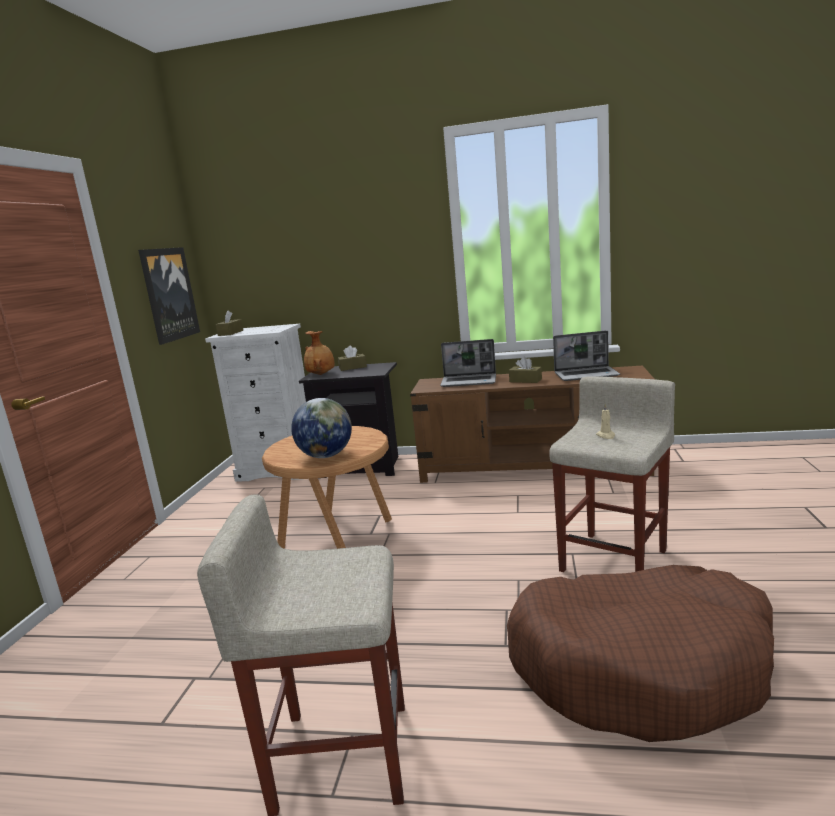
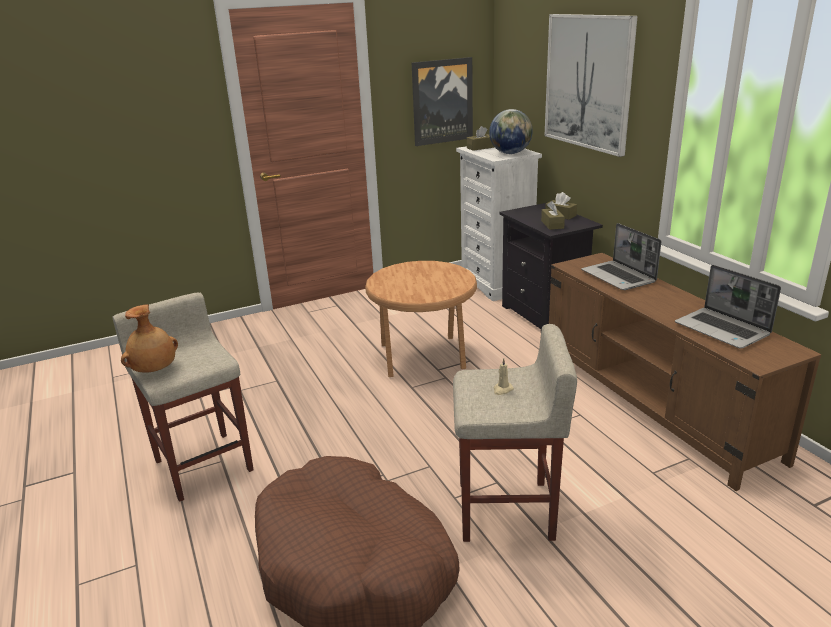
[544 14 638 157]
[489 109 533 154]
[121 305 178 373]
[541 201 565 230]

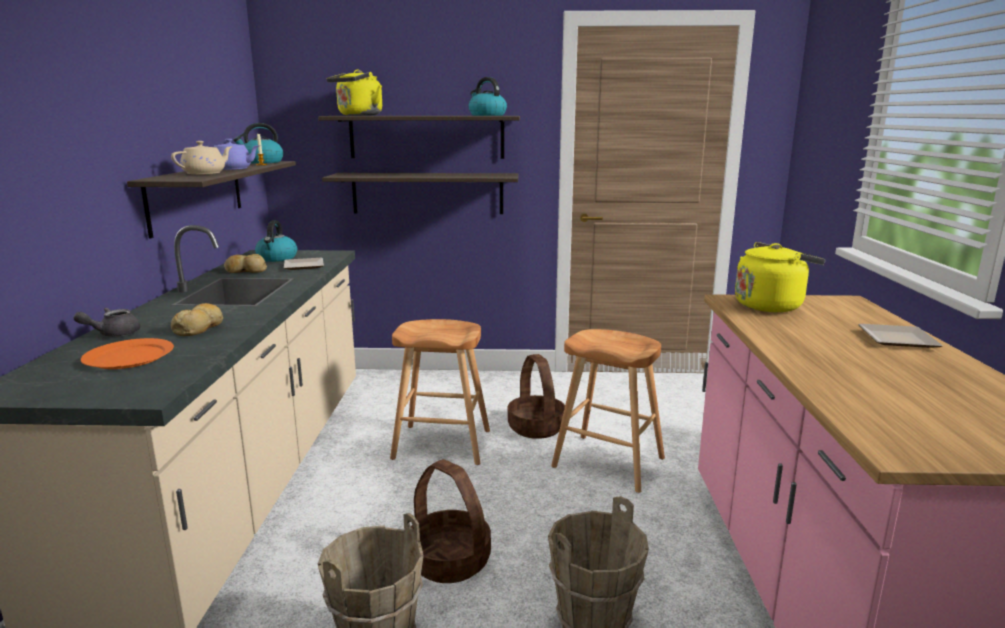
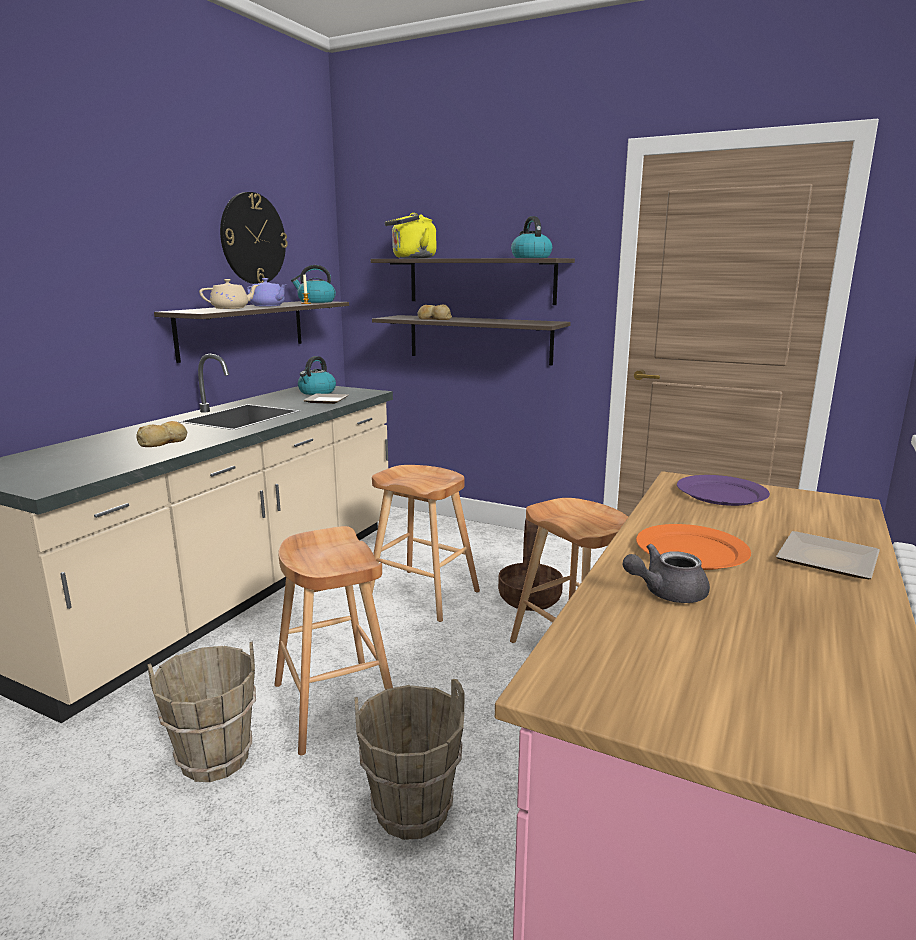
[220 192 288 284]
[622 544 710 603]
[636 524 751 570]
[418 305 452 320]
[274 526 393 755]
[677 475 770 506]

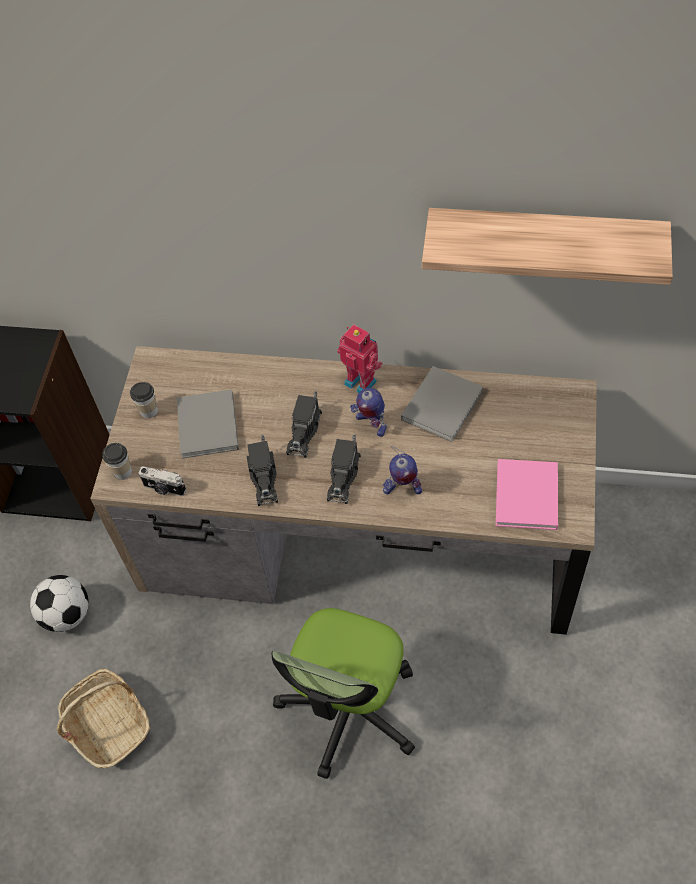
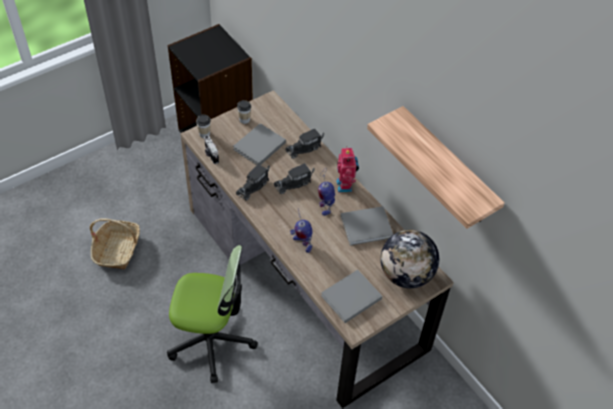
[30 575 89 632] (first image)
[381 230 439 288]
[285 129 324 159]
[321 270 382 323]
[167 245 258 383]

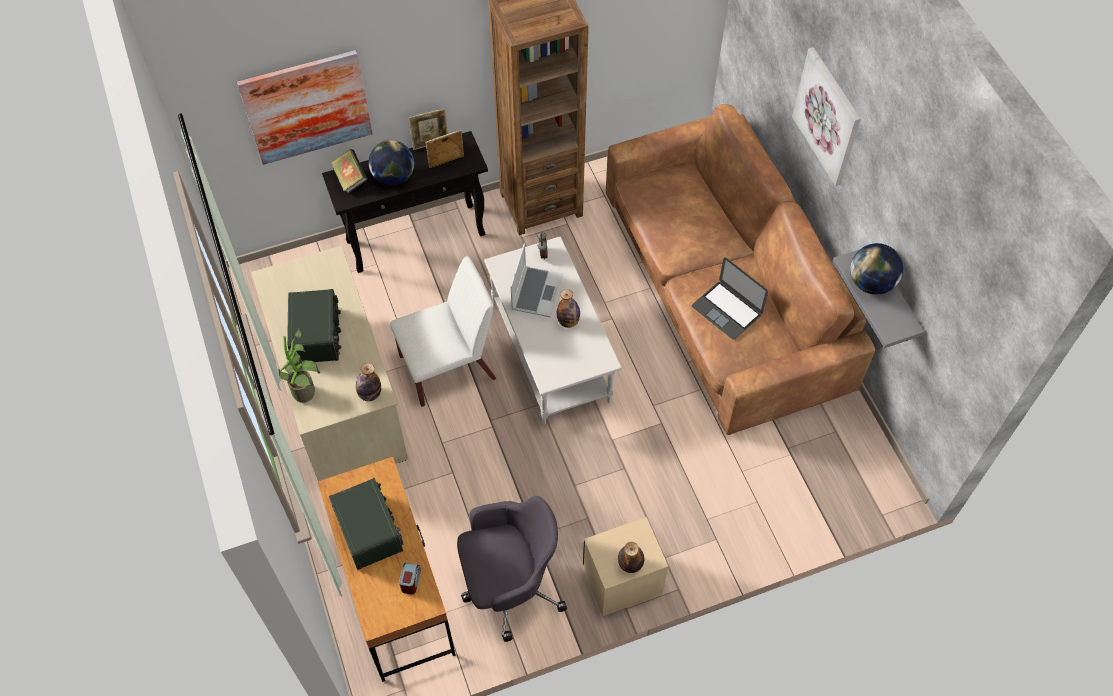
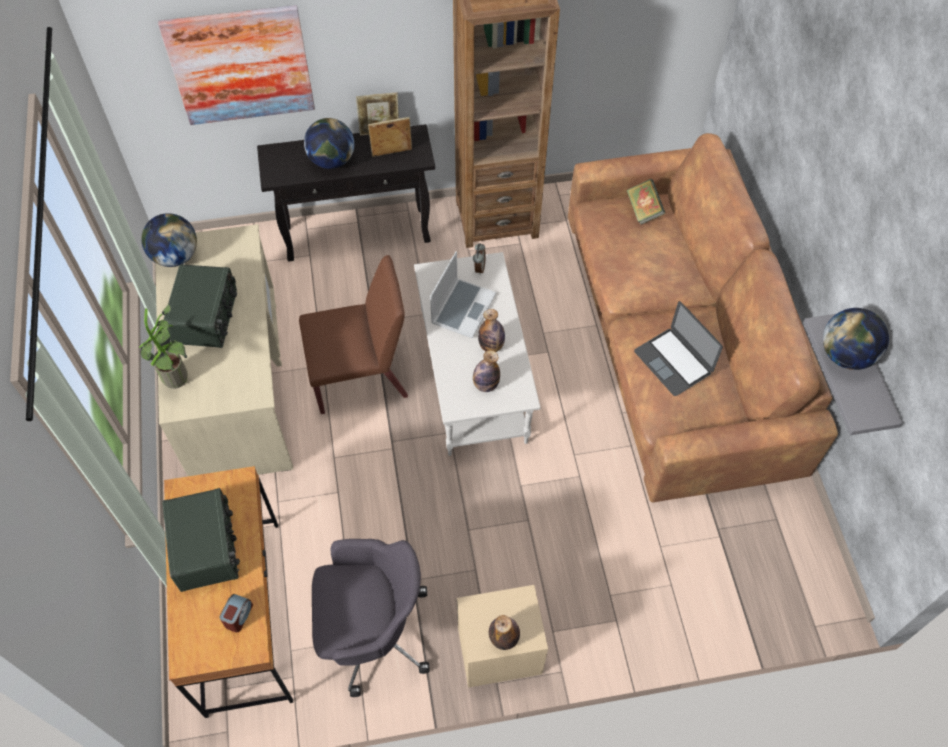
[792 47 861 186] (first image)
[141 213 197 267]
[626 179 665 225]
[473 350 500 392]
[299 255 408 414]

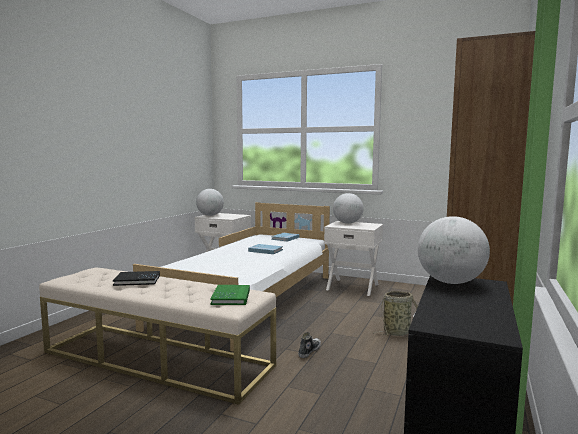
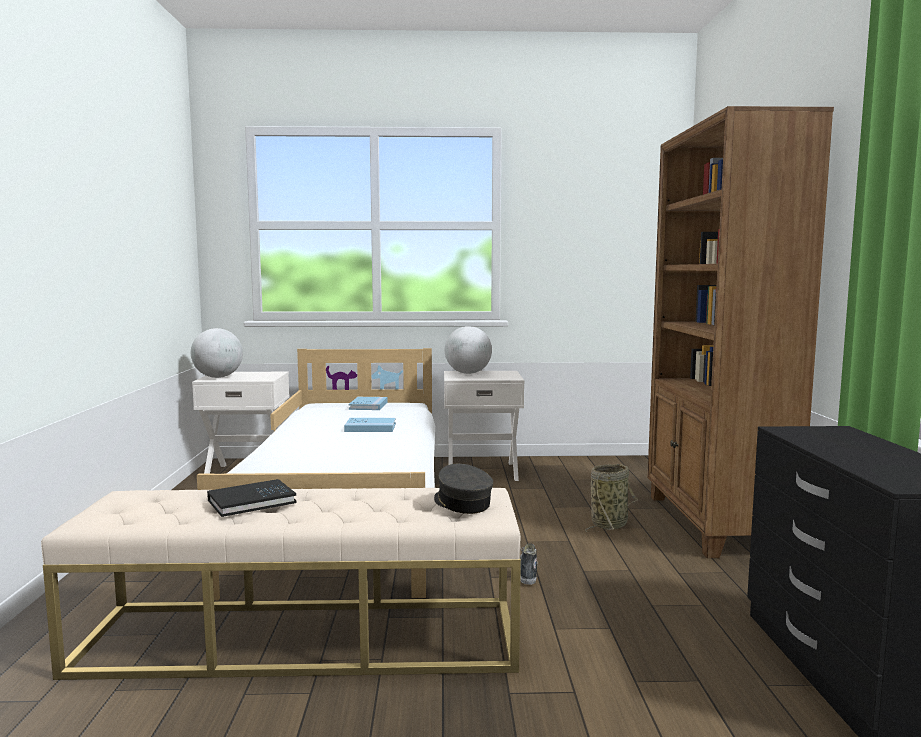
[418 216 490 284] (first image)
[434 464 493 514]

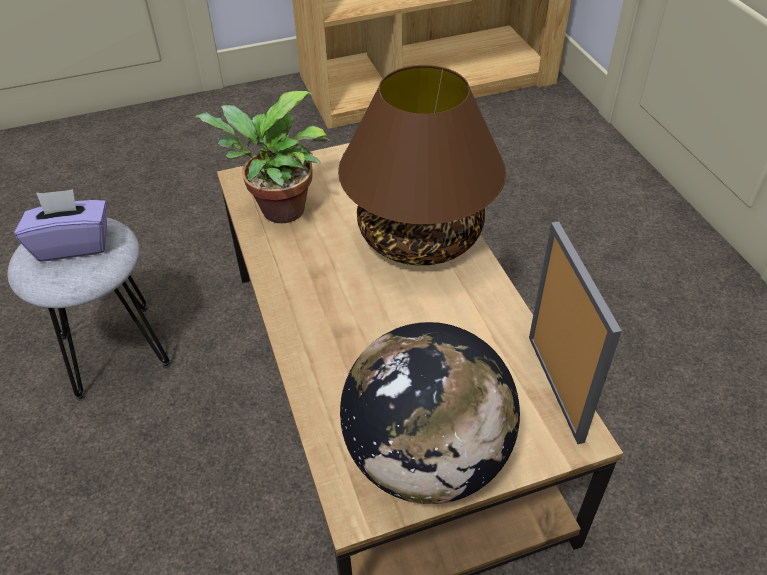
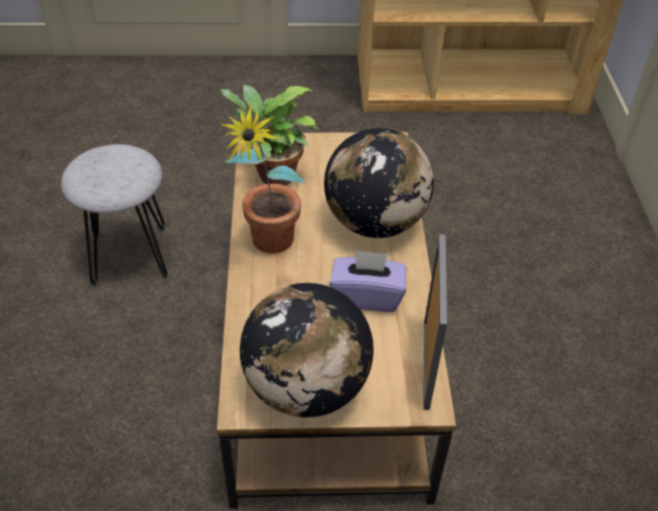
[221 103 305 253]
[330 250 406 312]
[324 128 434 238]

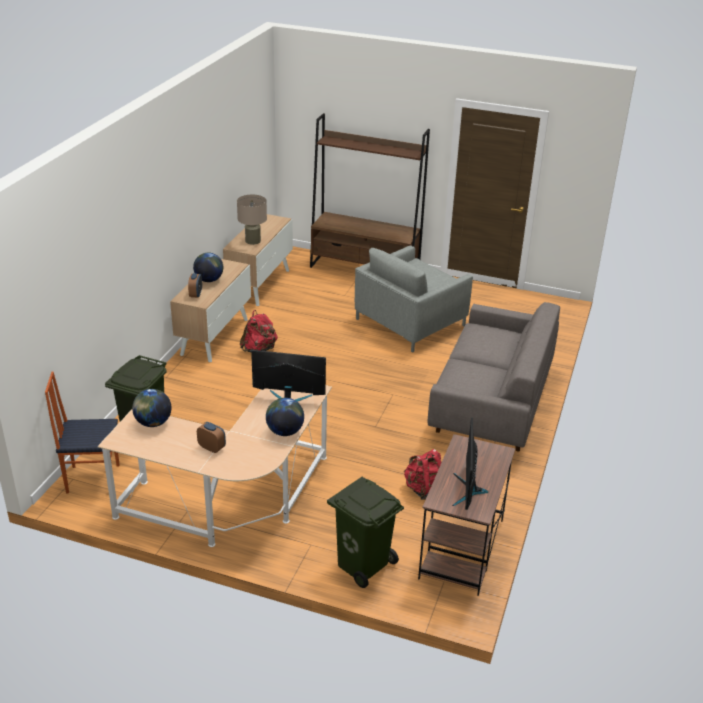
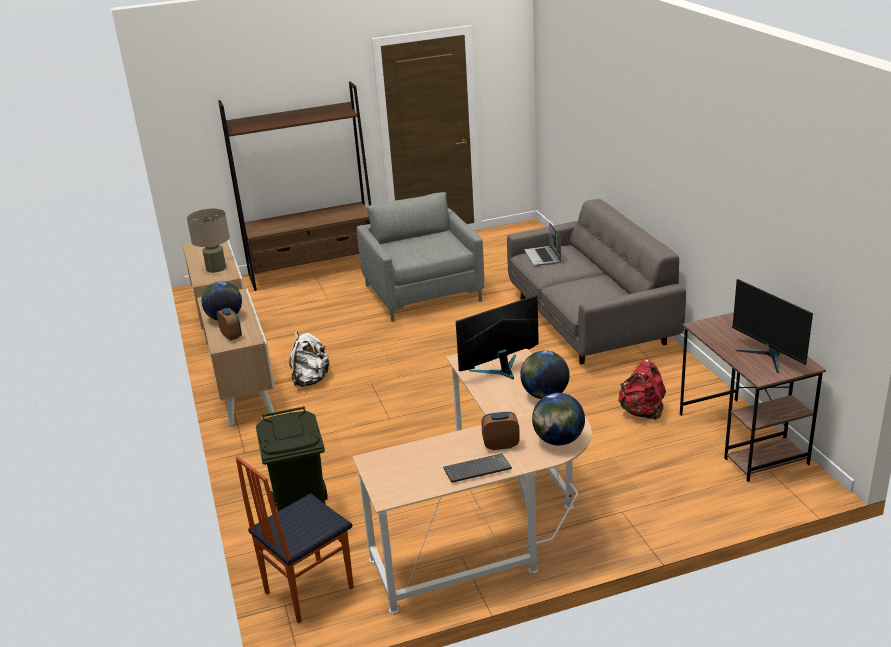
[327 477 404 588] (first image)
[443 453 512 483]
[524 223 561 266]
[532 393 585 445]
[289 331 331 387]
[357 192 484 322]

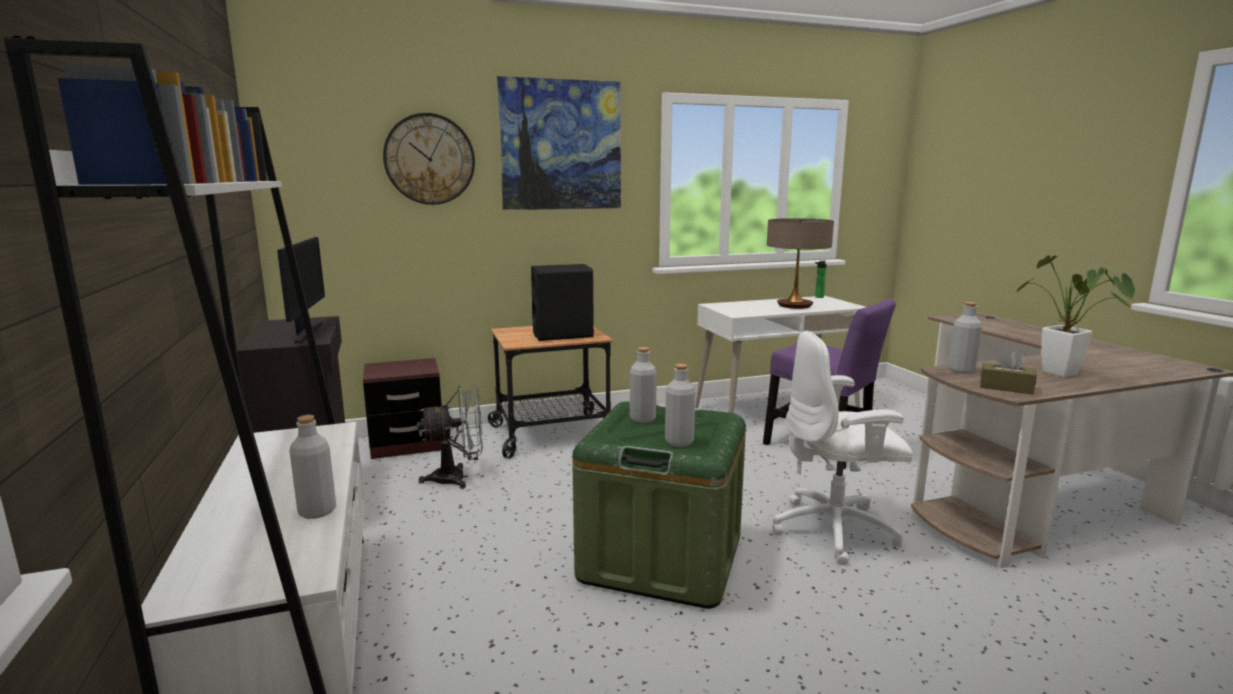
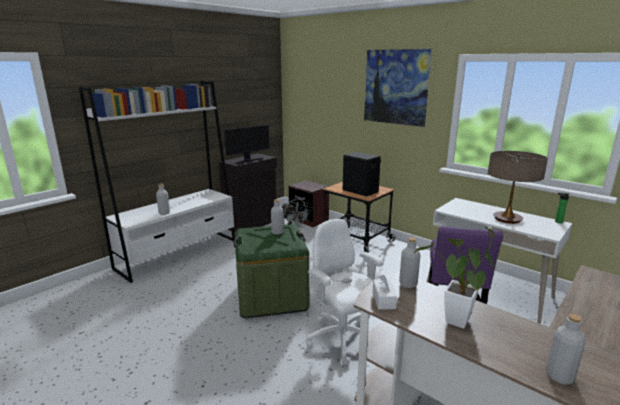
[383 113 475 205] (first image)
[546 314 586 385]
[373 275 397 310]

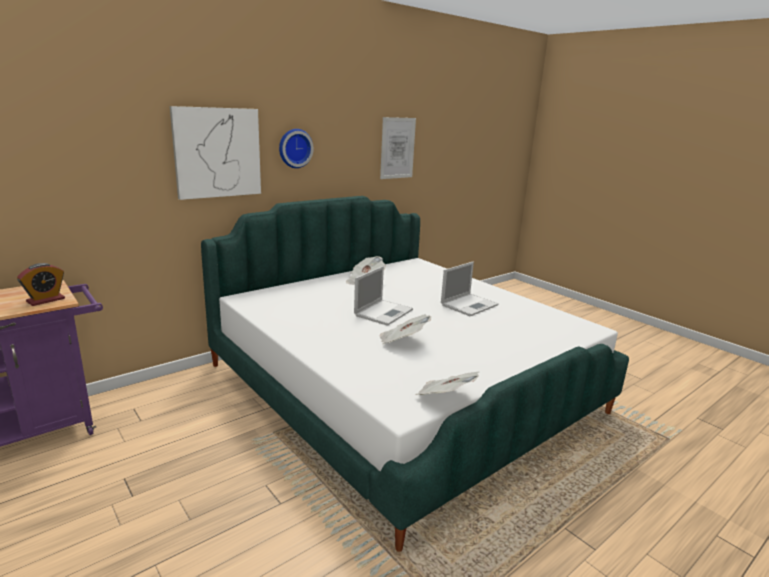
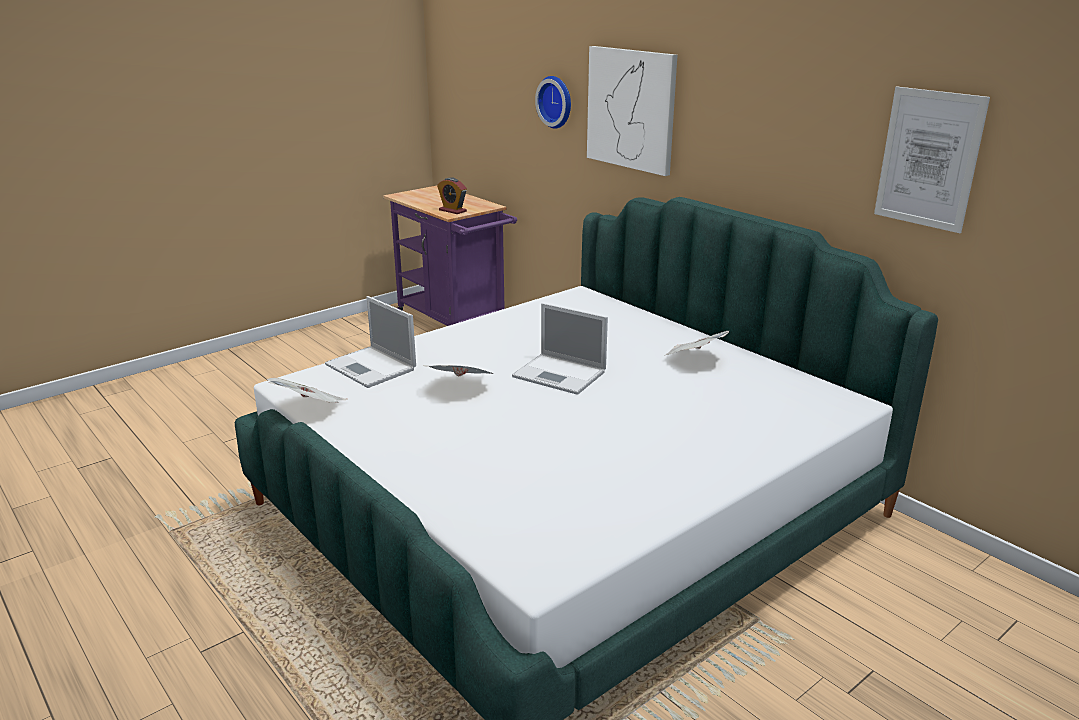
[535 76 571 129]
[325 296 416 388]

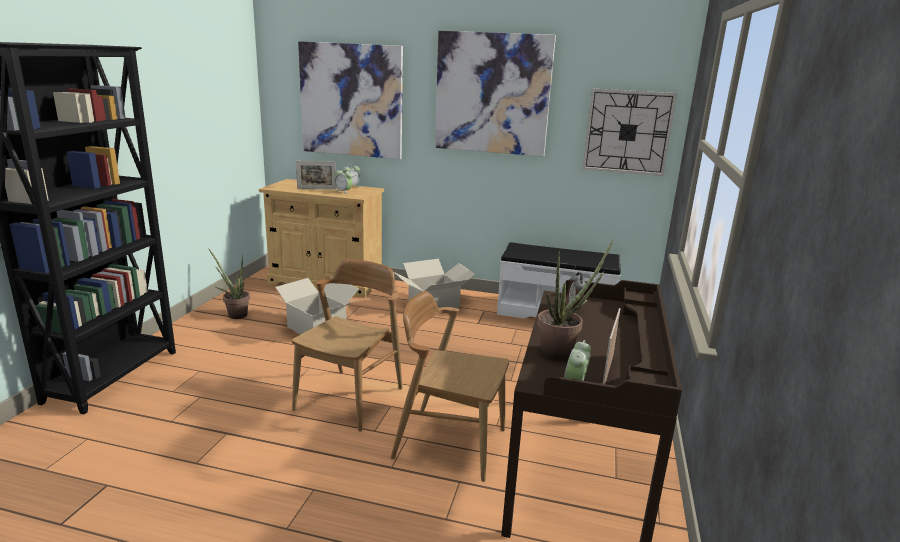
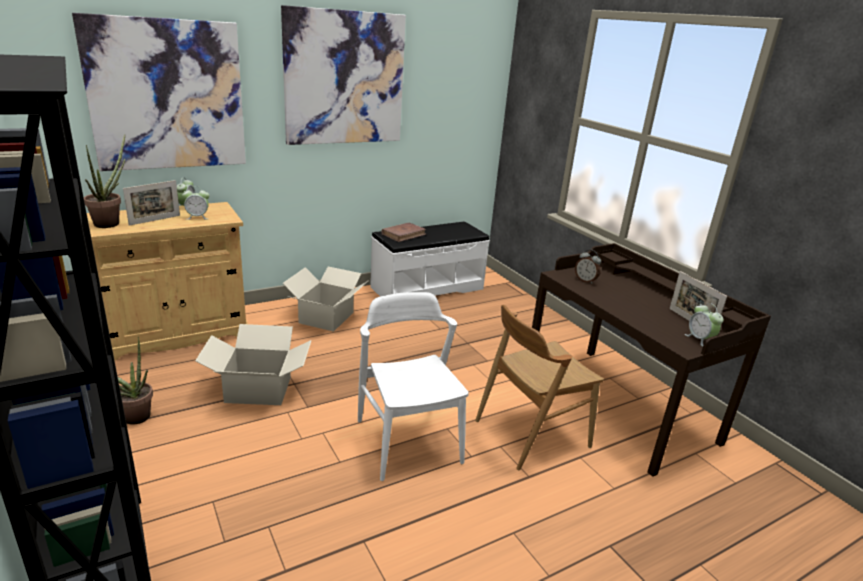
[582 88 677 176] (first image)
[381 222 427 242]
[84 134 125 228]
[358 292 469 481]

